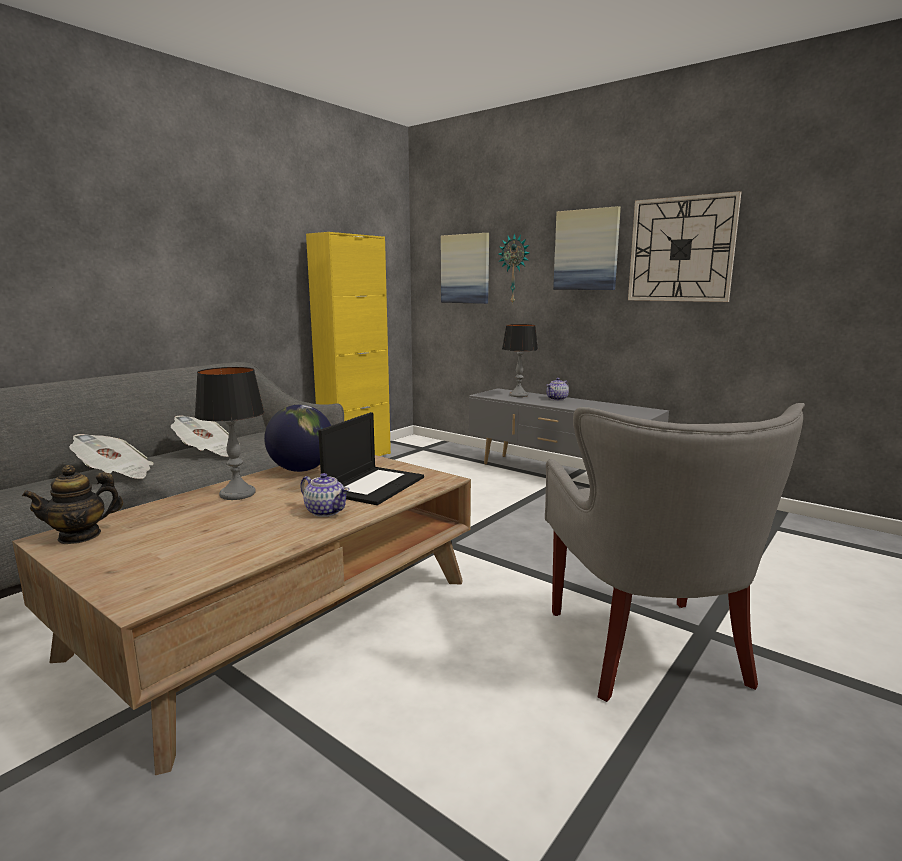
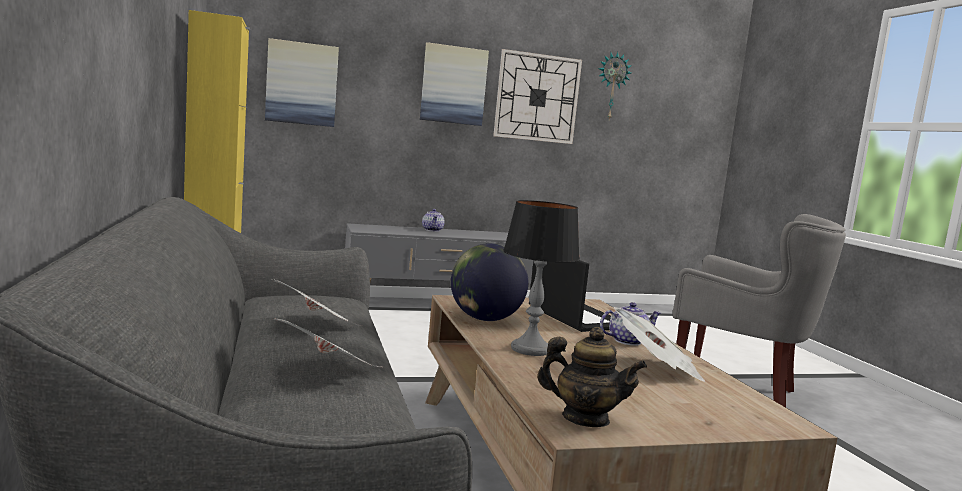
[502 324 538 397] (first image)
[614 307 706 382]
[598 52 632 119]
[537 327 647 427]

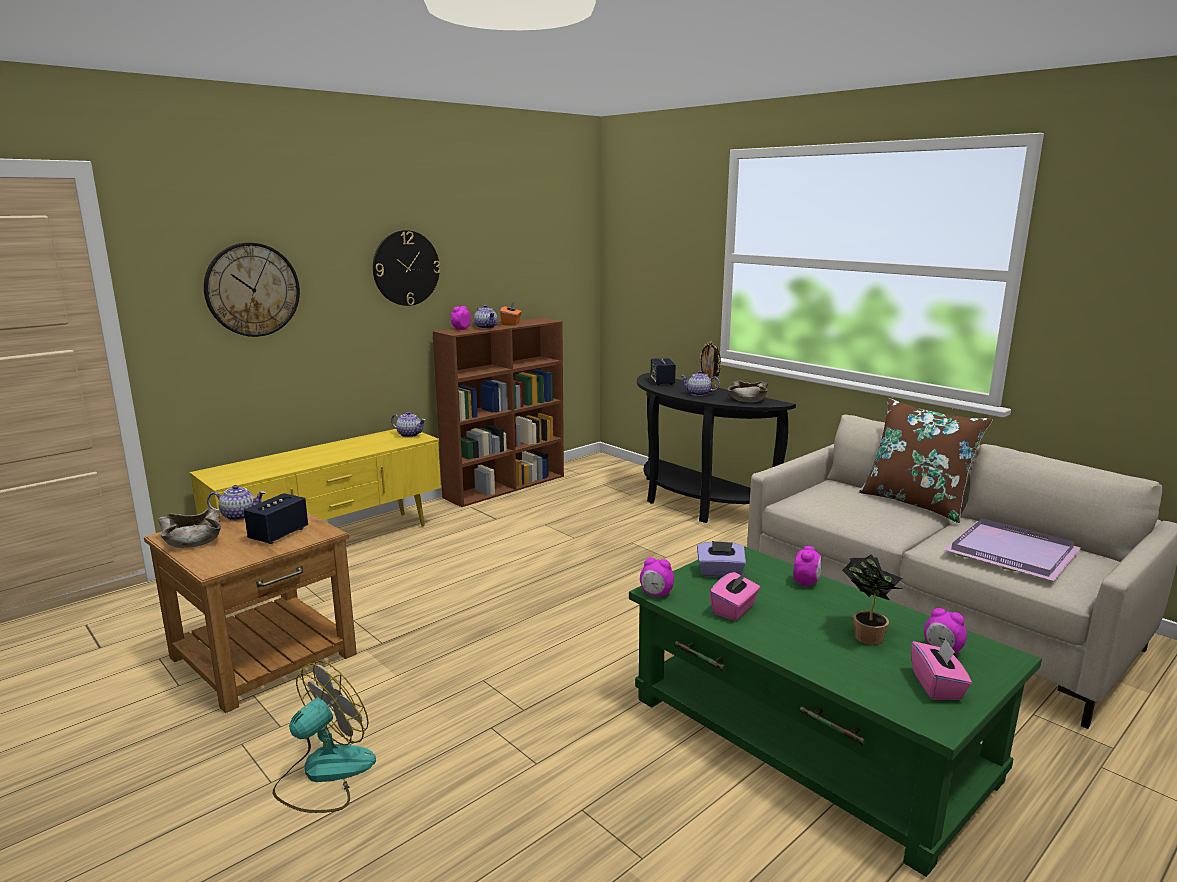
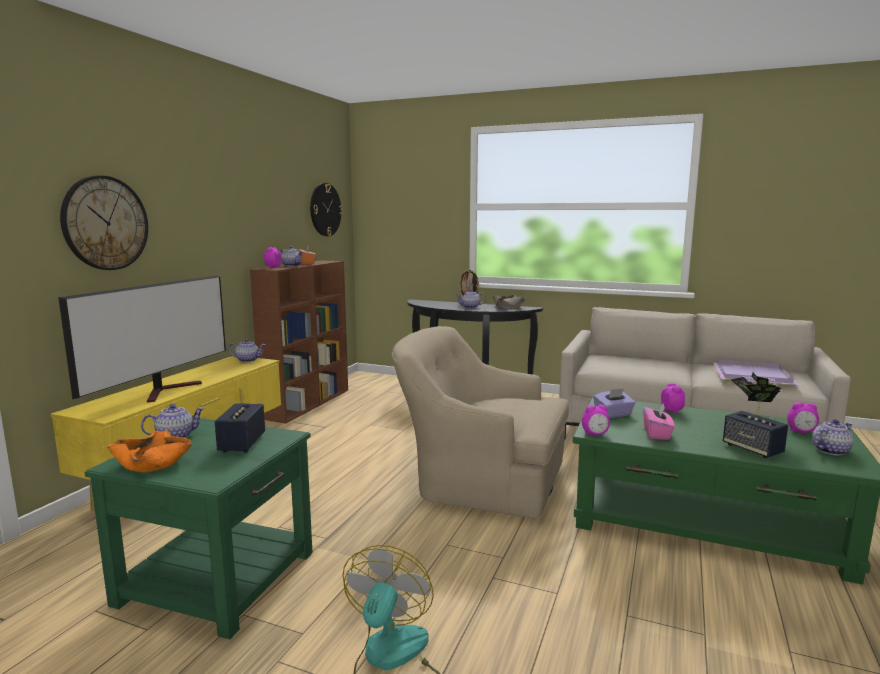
[859 398 993 523] (first image)
[58 275 226 403]
[392 326 569 519]
[310 183 343 236]
[723 411 788 458]
[812 419 854 455]
[85 418 312 639]
[107 430 192 472]

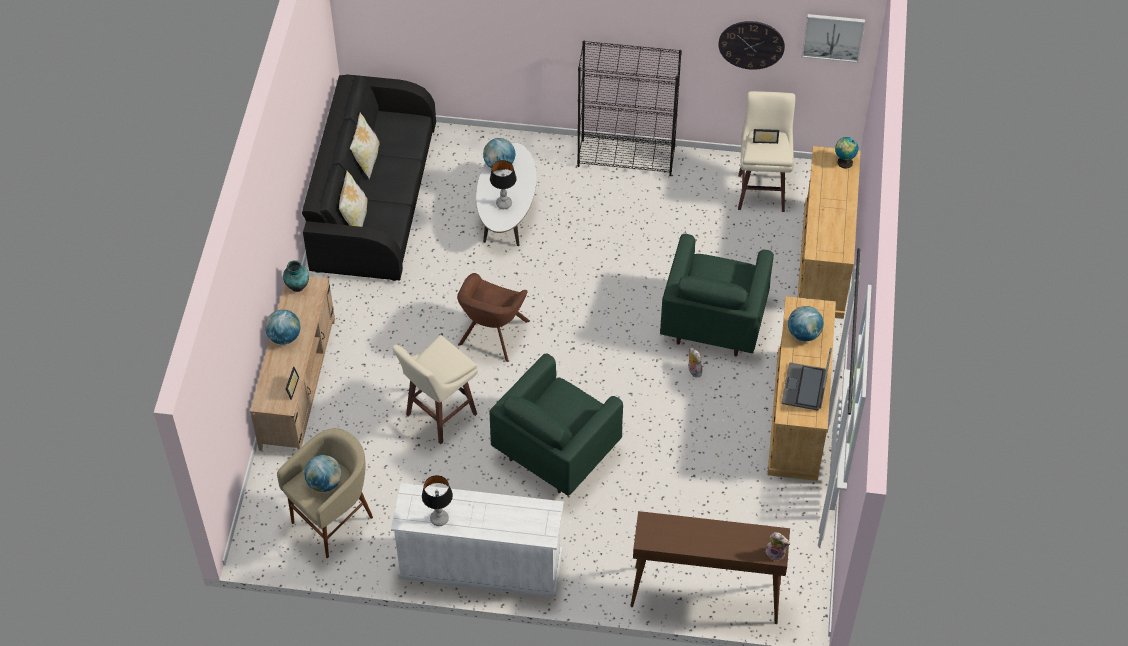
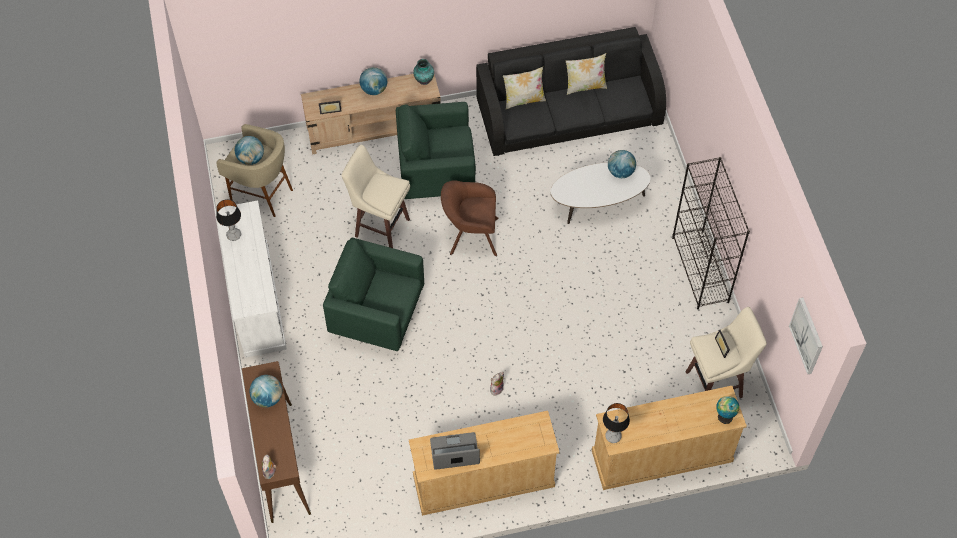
[718 21 785 70] (first image)
[603 403 630 443]
[396 102 476 199]
[249 375 282 407]

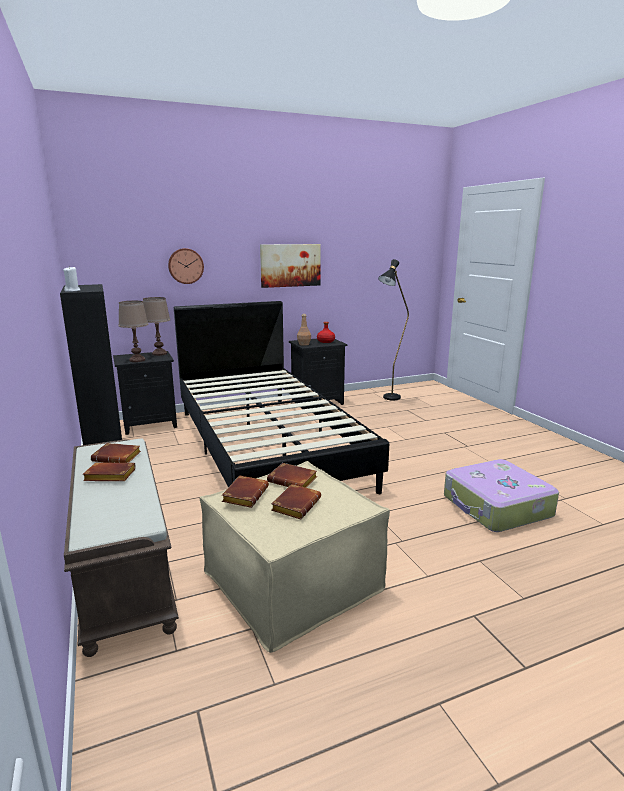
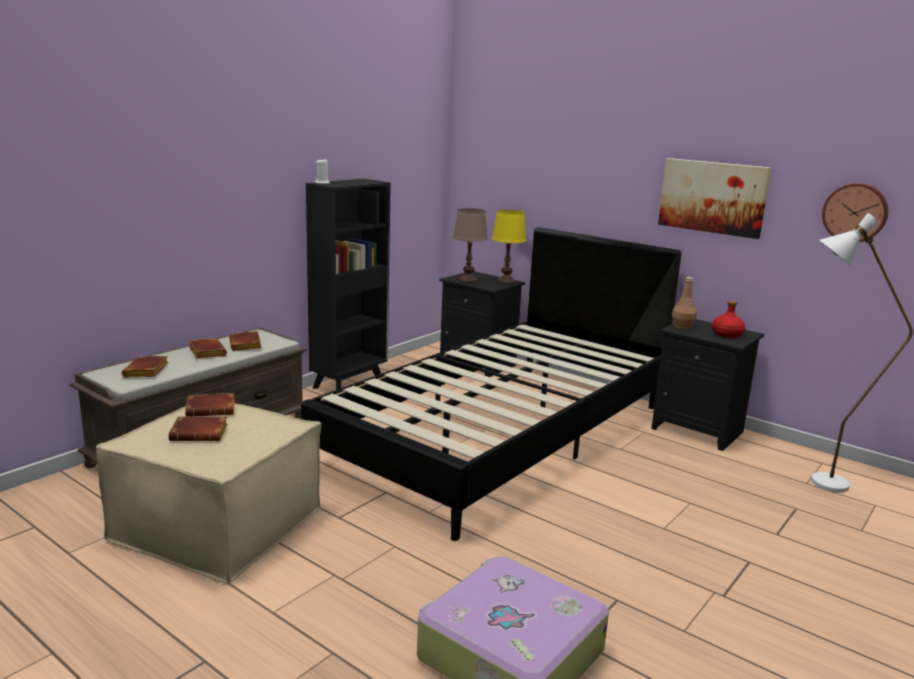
[822 183 889 242]
[122 356 169 377]
[492 210 526 285]
[811 213 913 492]

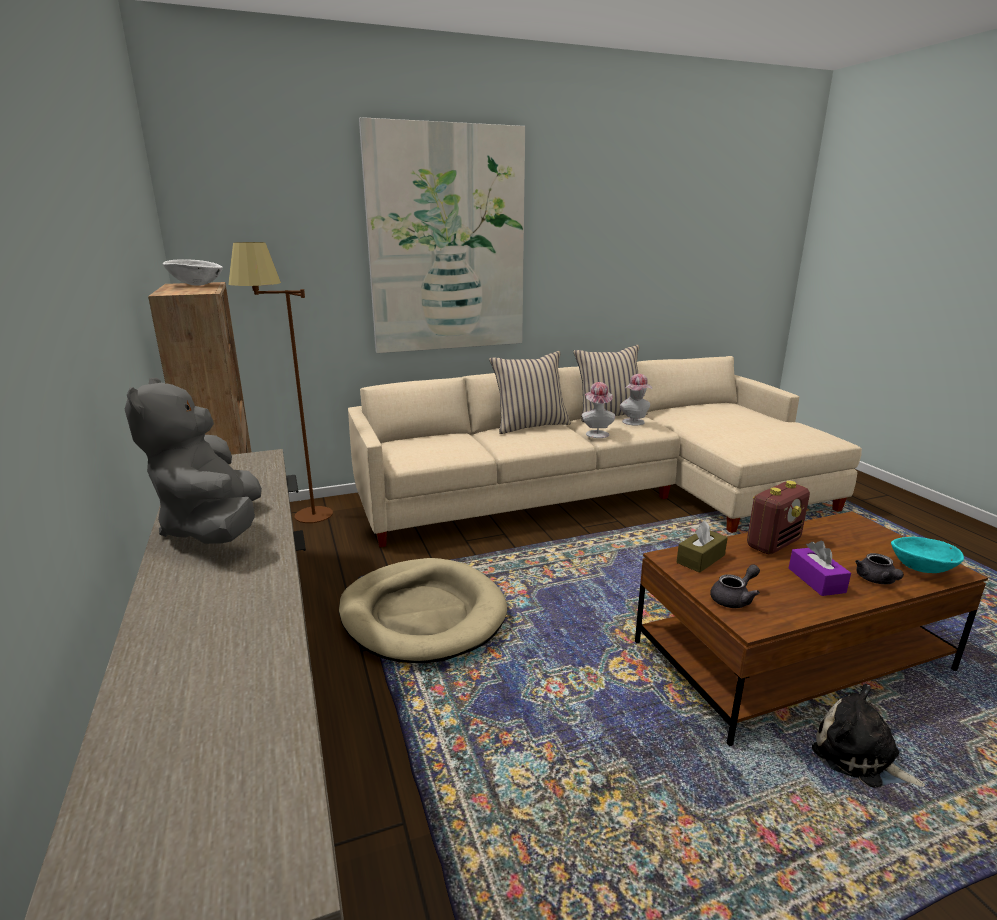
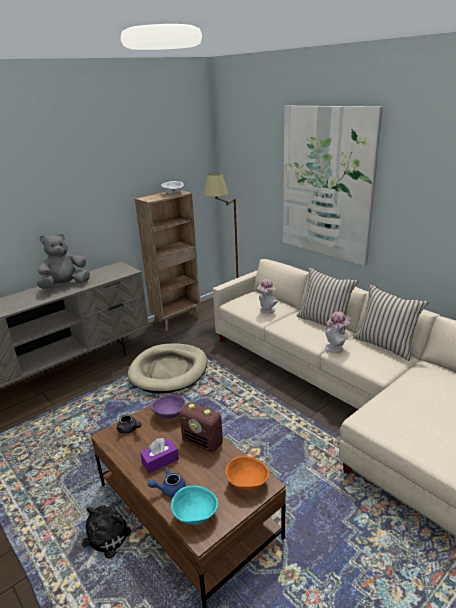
[225 456 269 491]
[257 279 277 313]
[151 394 185 419]
[148 467 186 497]

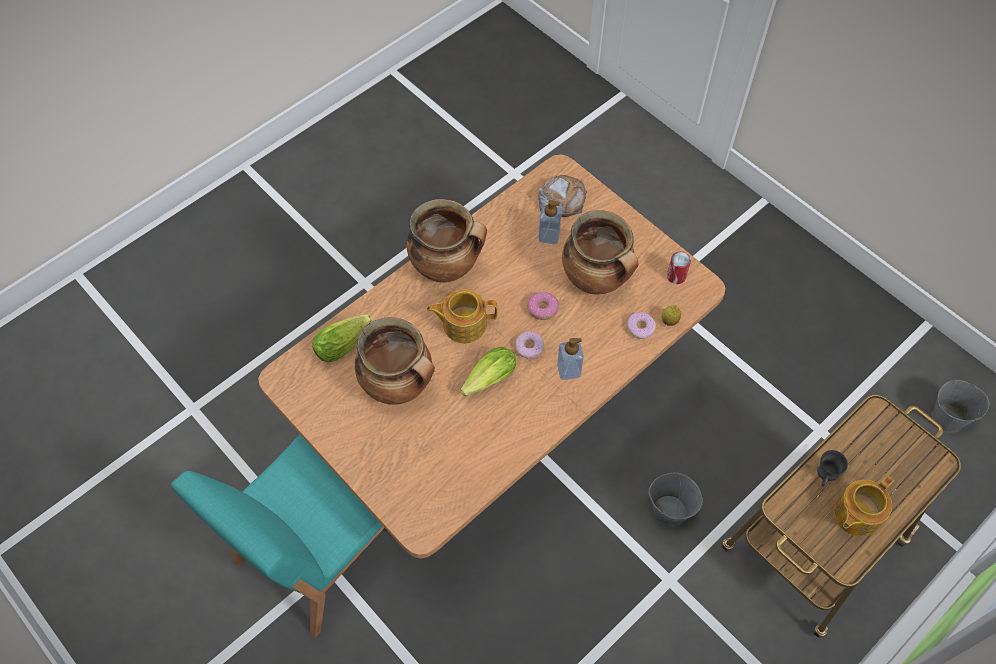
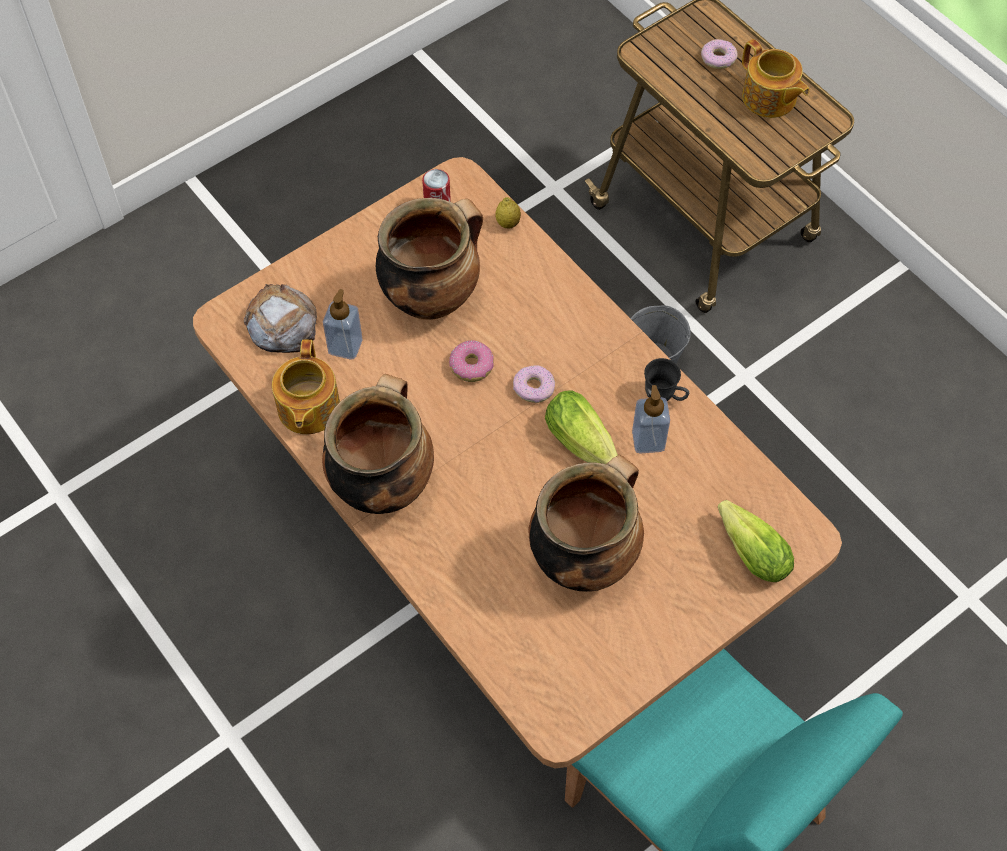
[932 379 989 433] (first image)
[718 500 794 582]
[272 340 340 434]
[632 385 670 453]
[701 39 738 69]
[644 358 689 401]

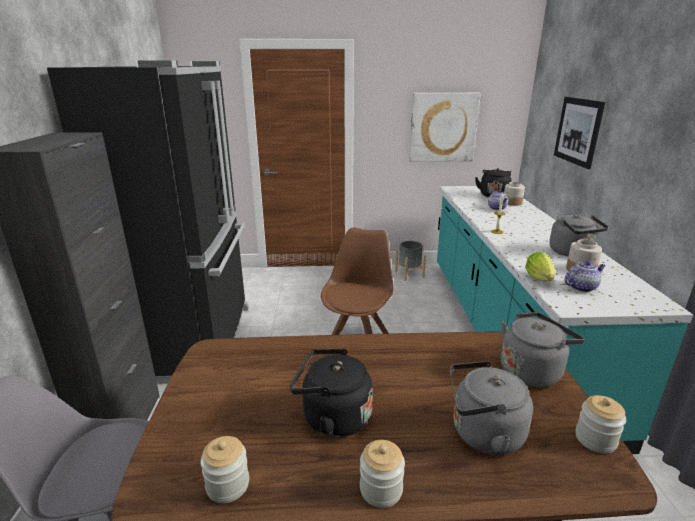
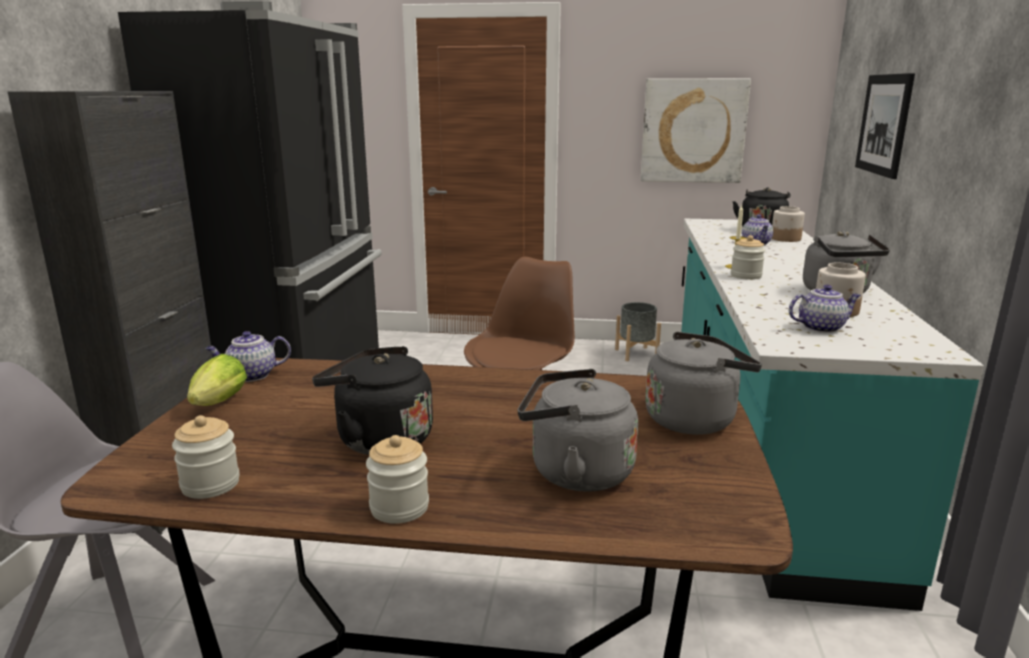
[205 331 291 382]
[187 354 247 406]
[731 235 765 280]

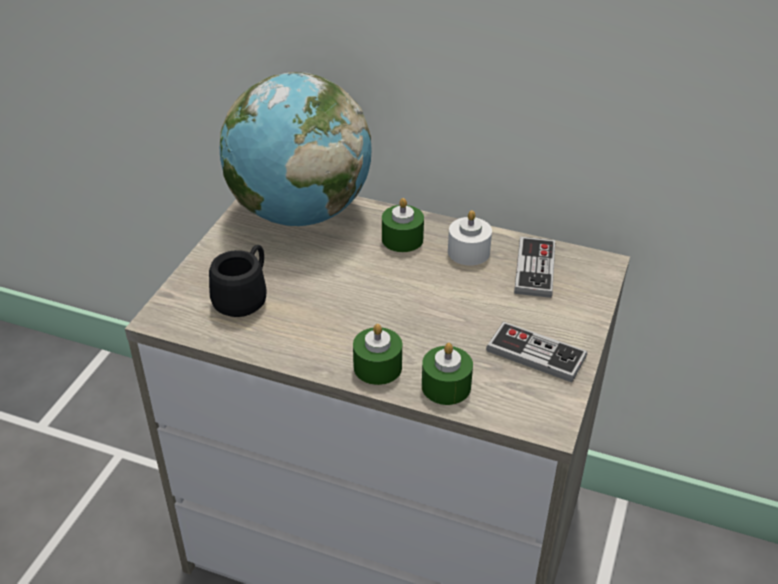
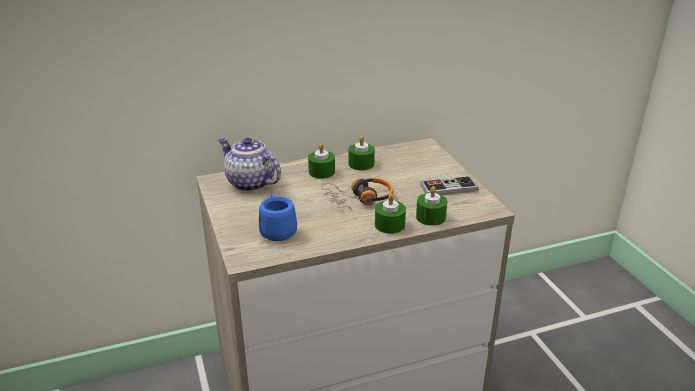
[514 237 555 298] (first image)
[321 178 393 211]
[218 138 281 192]
[259 193 297 241]
[349 136 375 170]

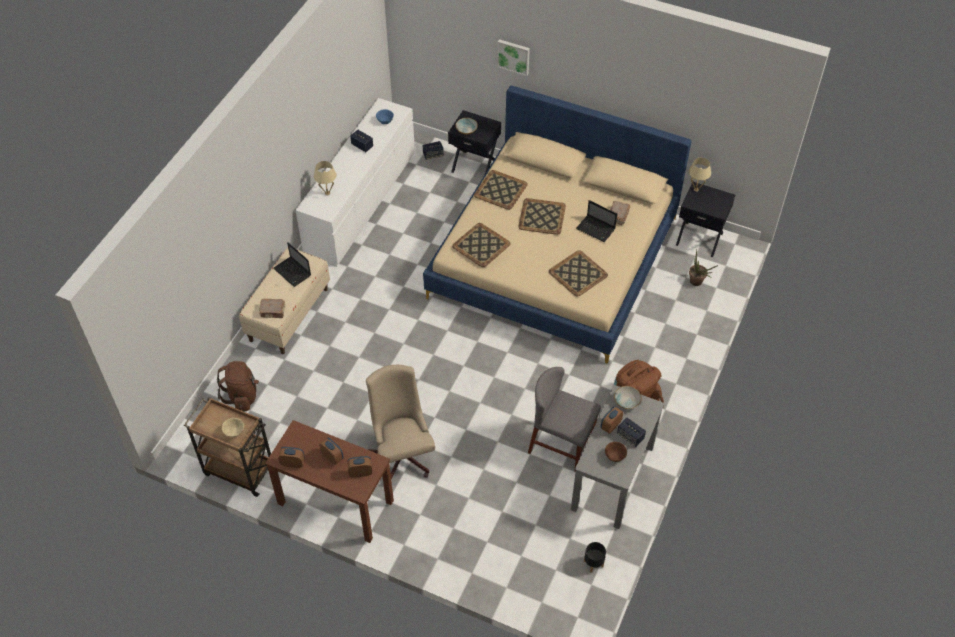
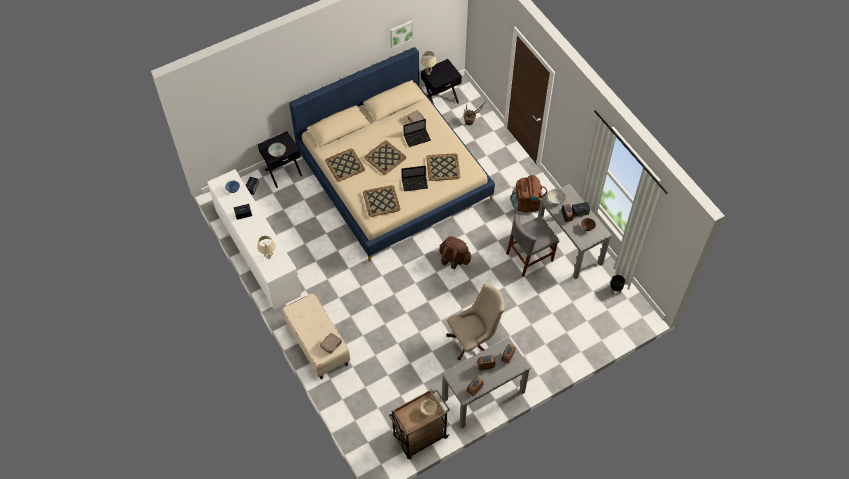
[439 236 471 269]
[401 166 428 191]
[390 20 413 48]
[442 337 531 429]
[447 283 505 360]

